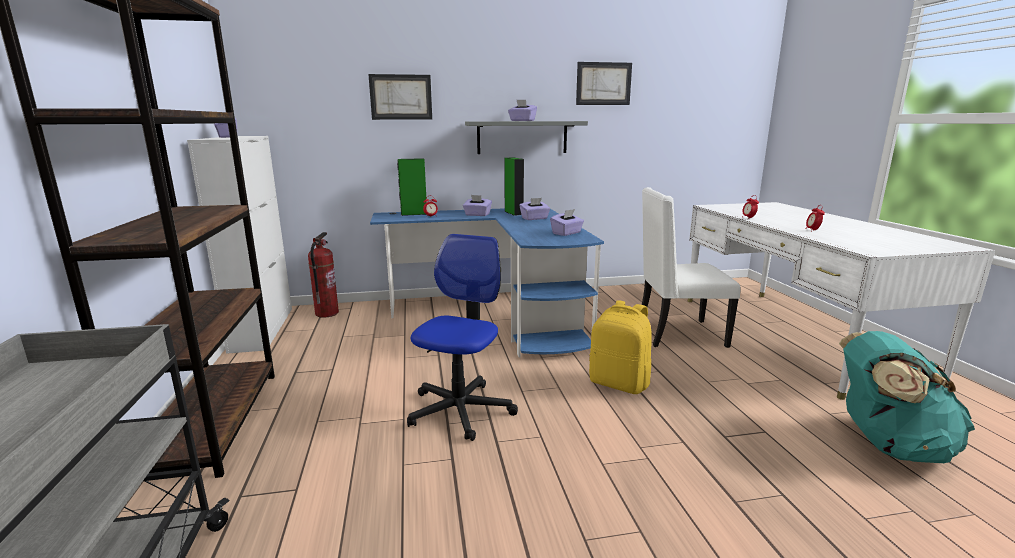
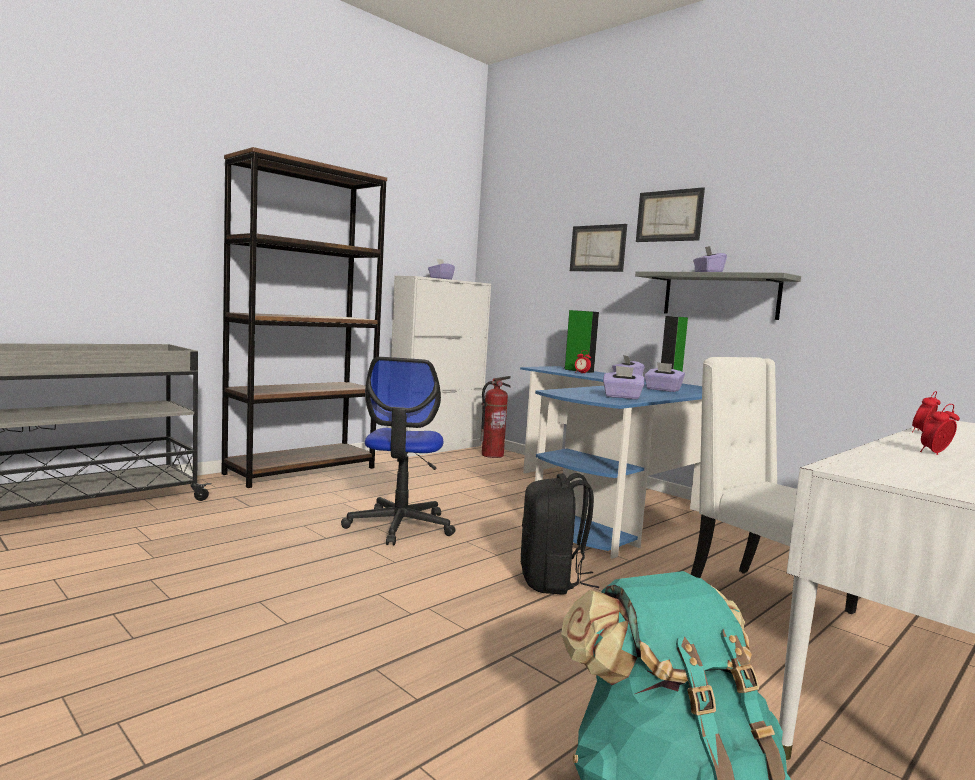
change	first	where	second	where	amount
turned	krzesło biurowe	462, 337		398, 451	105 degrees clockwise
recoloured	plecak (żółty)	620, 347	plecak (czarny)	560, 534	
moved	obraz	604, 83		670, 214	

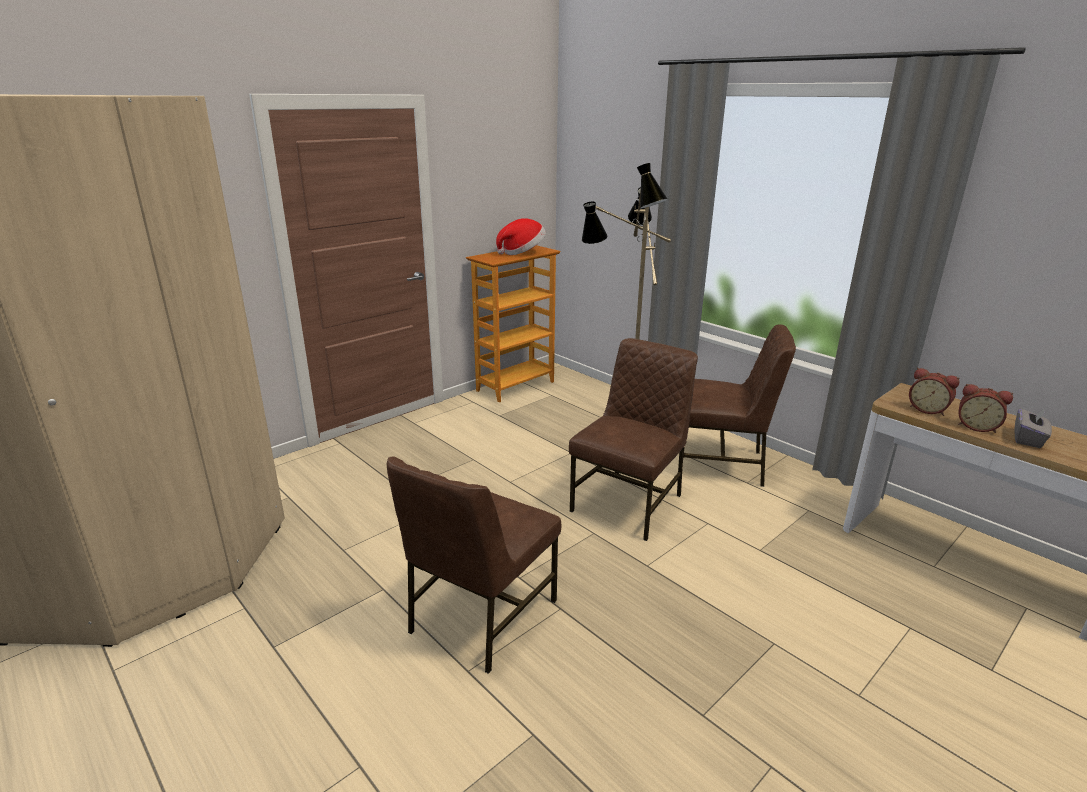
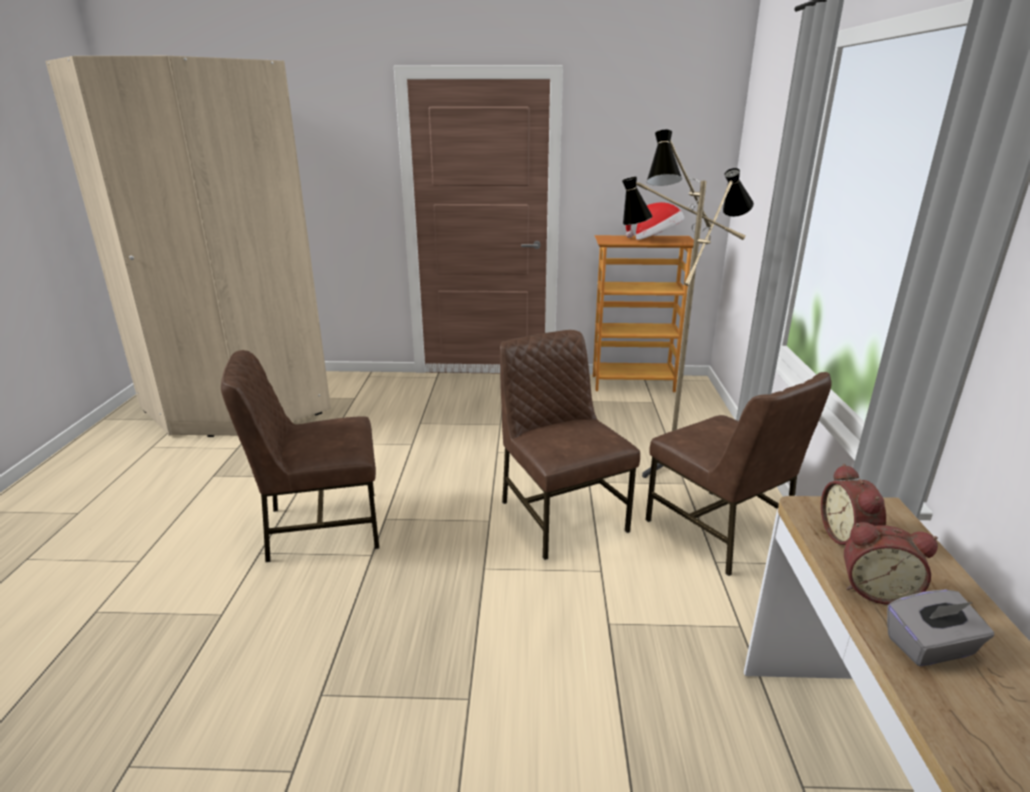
change	first	where	second	where	amount
turned	krzesło (brązowy)	633, 439		570, 445	105 degrees counterclockwise
turned	budzik	985, 408		891, 563	60 degrees counterclockwise

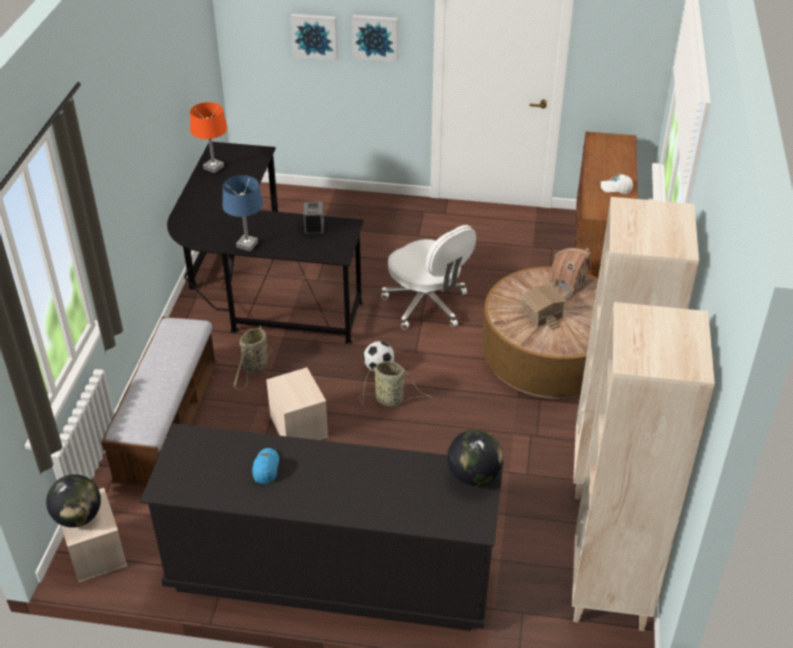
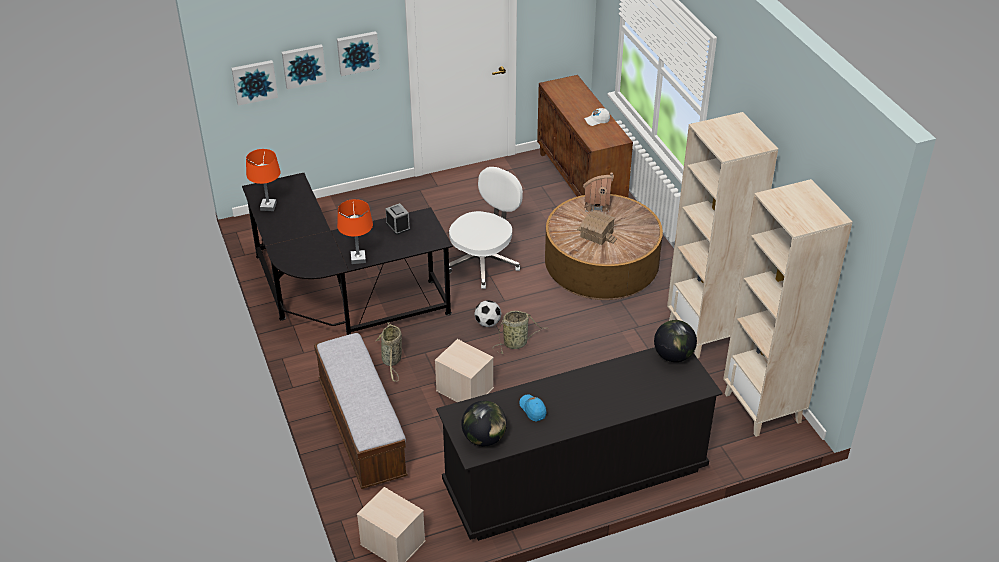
change	first	where	second	where	amount
added			obraz	254, 83	
recoloured	lampa stołowa (niebieski)	243, 213	lampa stołowa (pomarańczowy)	355, 231	
turned	krzesło biurowe (biały)	428, 277		486, 228	75 degrees counterclockwise
moved	globus	73, 501		484, 423	

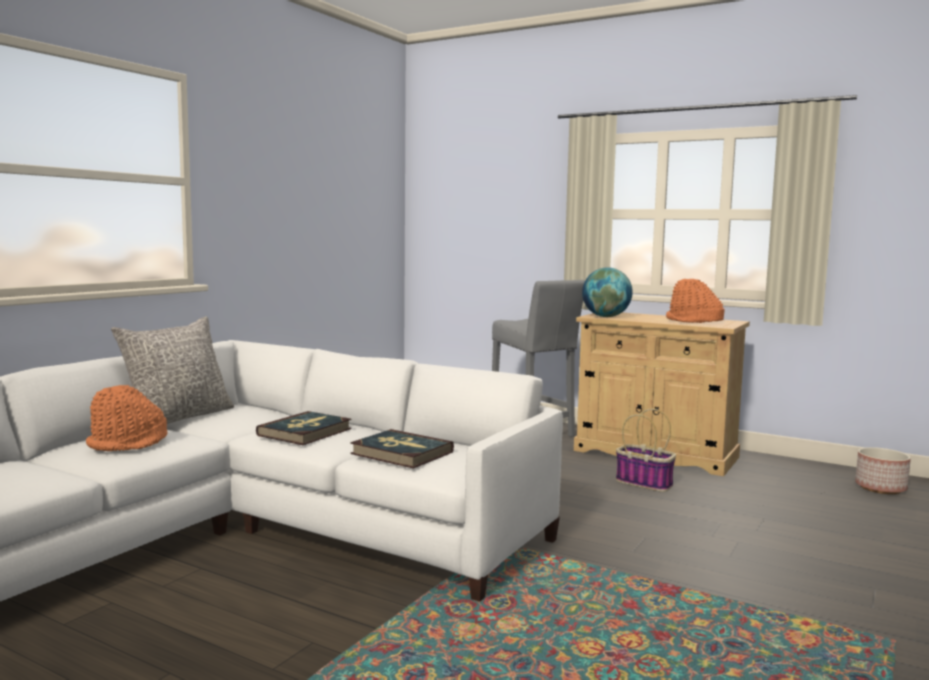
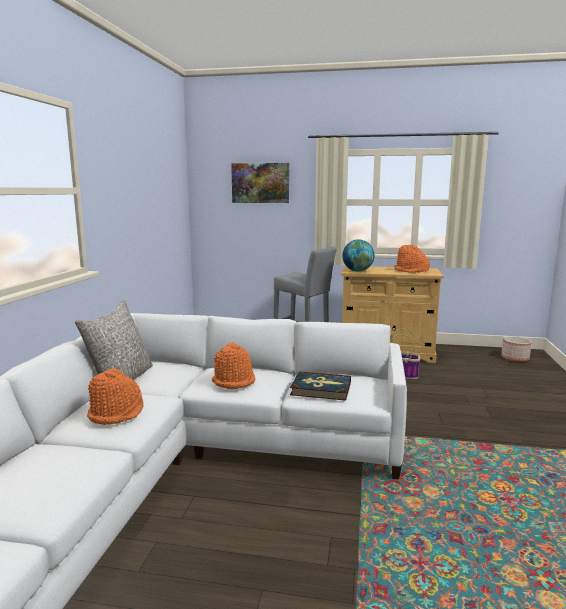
change	first	where	second	where	amount
replaced	książka	304, 428	kapelusz (pomarańczowy)	234, 365	
added			obraz	260, 183	

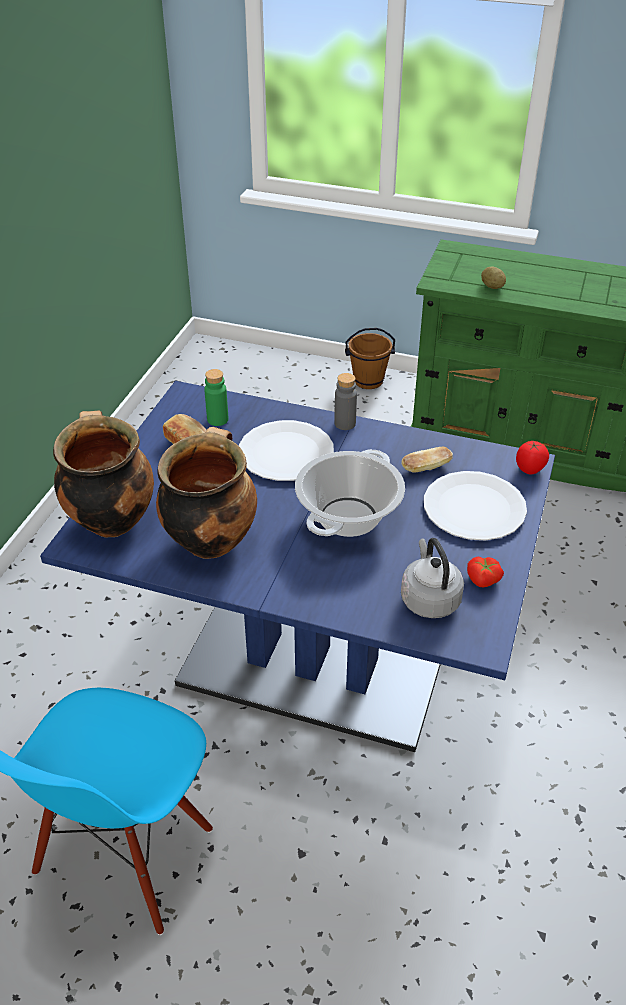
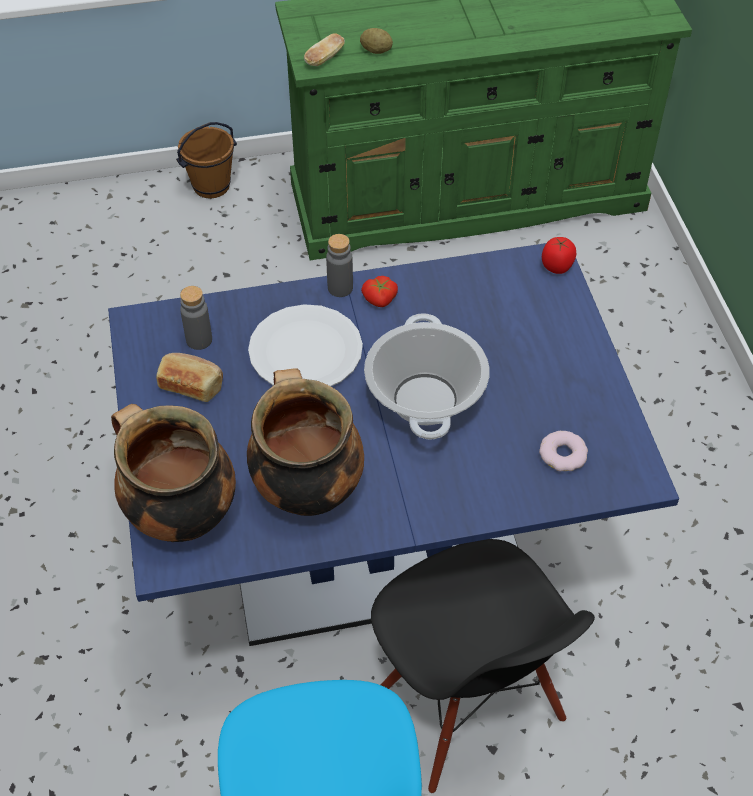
change	first	where	second	where	amount
recoloured	butelka (zielony)	216, 397	butelka (szary)	196, 318	
moved	chleb	427, 459		324, 49	
moved	pomidor	485, 572		379, 291	
added			krzesło (czarny)	483, 666	
replaced	czajnik (szary)	432, 578	donut	563, 451	
removed	talerz (biały)	475, 505			

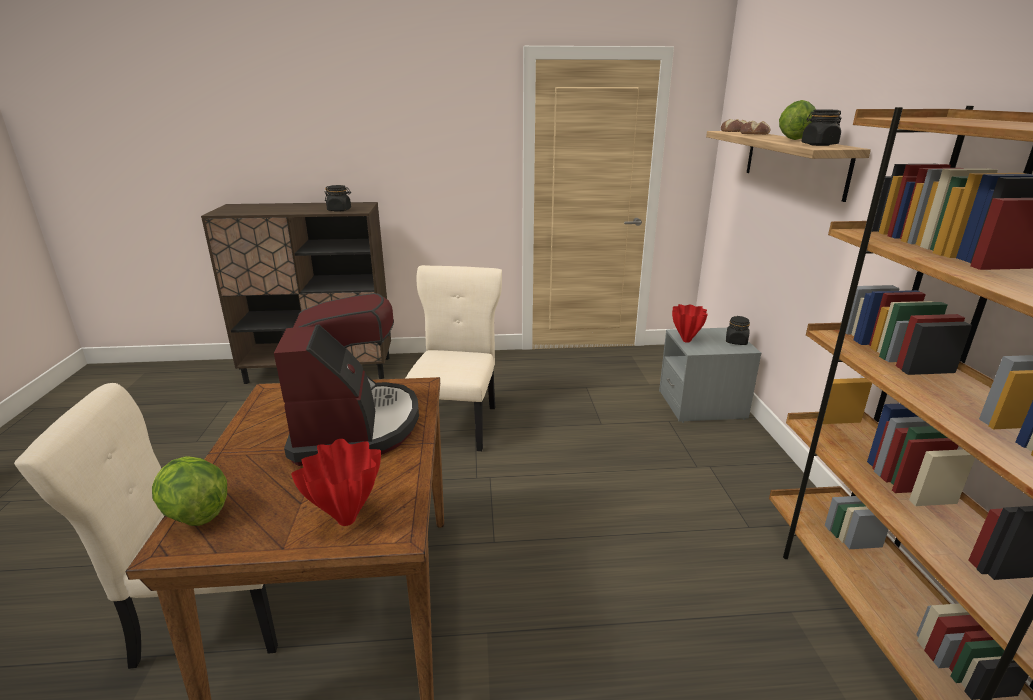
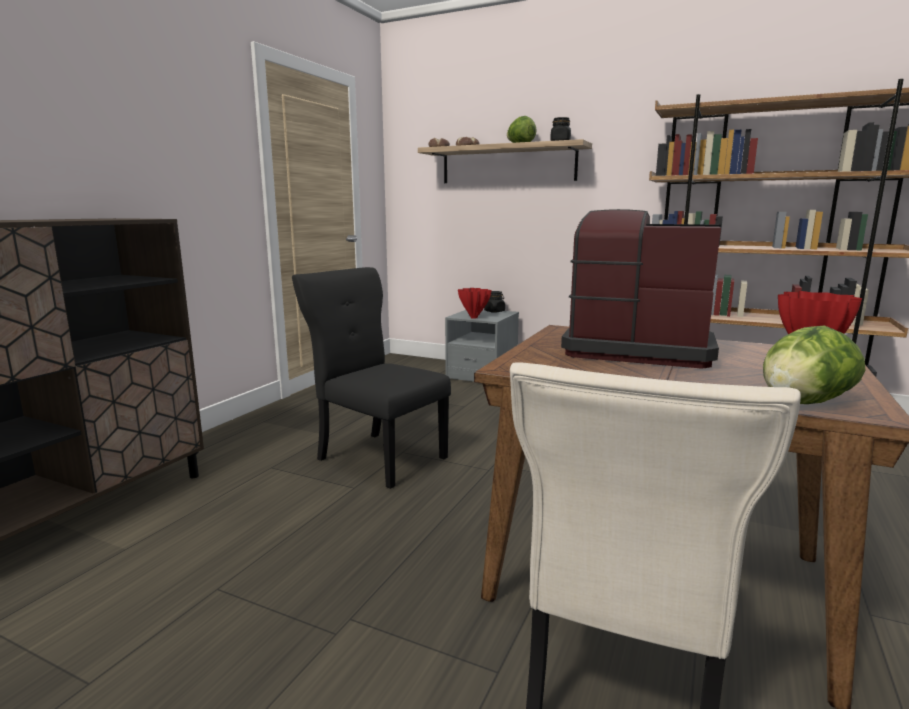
change	first	where	second	where	amount
recoloured	krzesło (beżowy)	453, 358	krzesło (czarny)	371, 378	
removed	słoik (czarny)	338, 198			

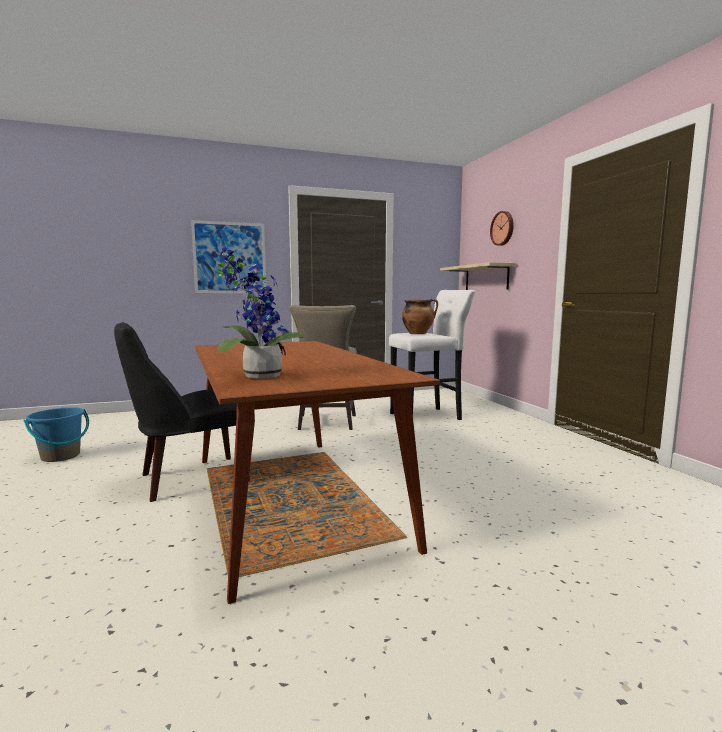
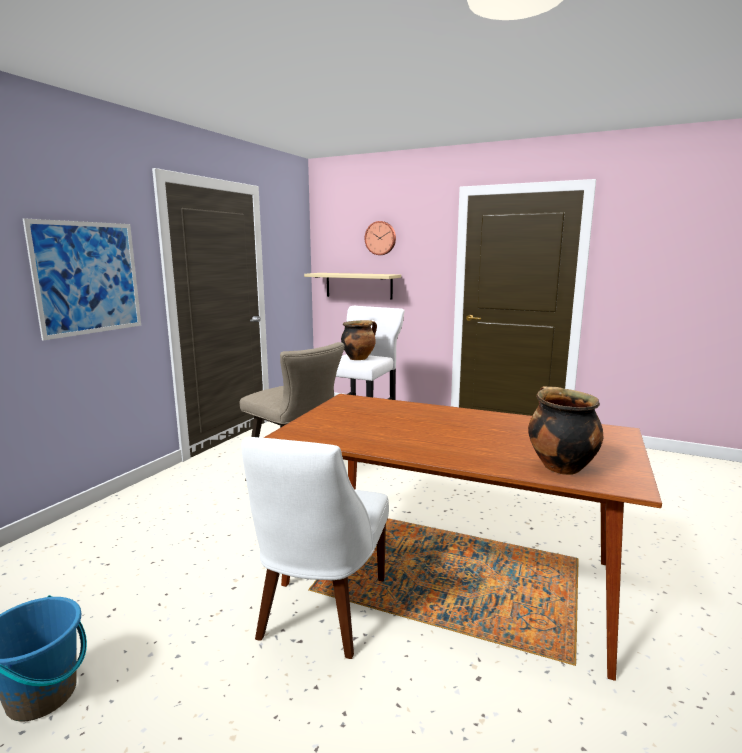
change	first	where	second	where	amount
recoloured	krzesło (czarny)	182, 412	krzesło (biały)	315, 548	
replaced	roślina doniczkowa	261, 312	garnek	565, 430	

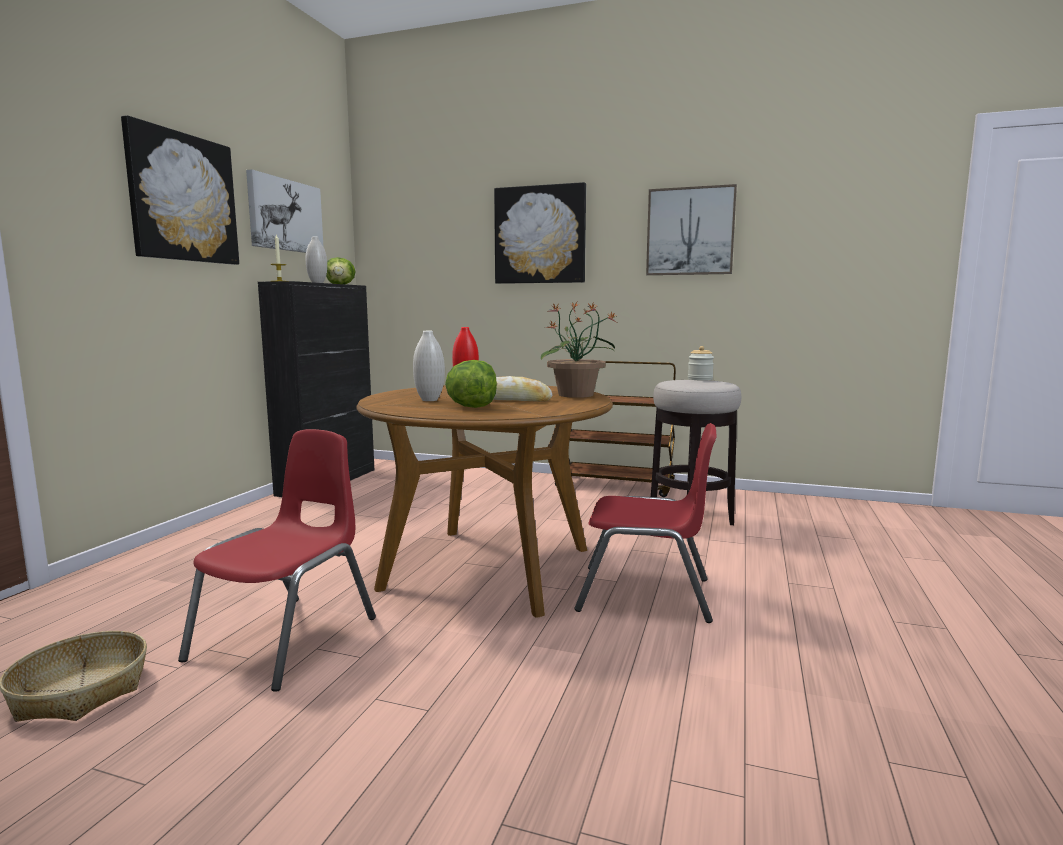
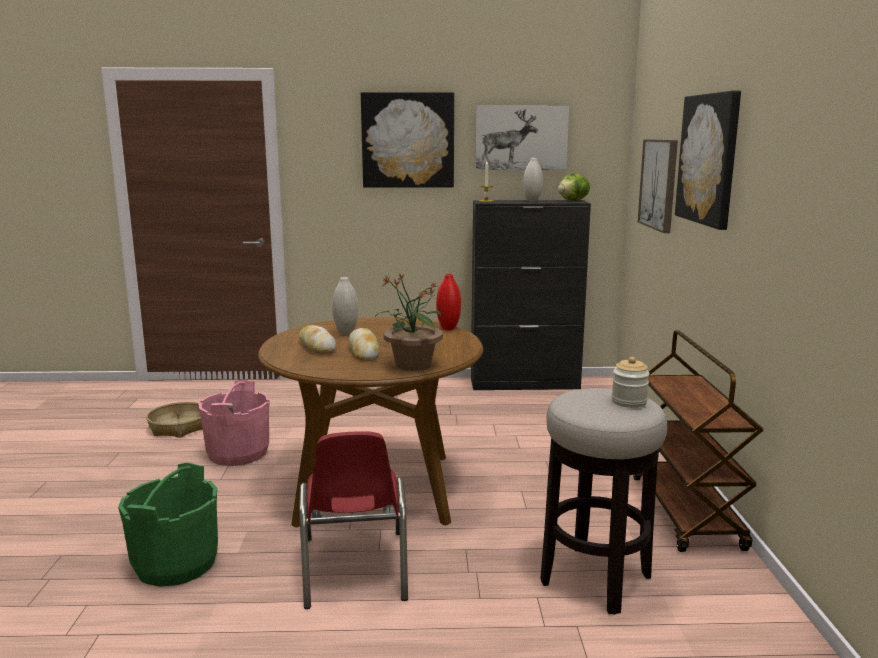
change	first	where	second	where	amount
added			wiadro (zielony)	168, 524	
replaced	krzesło (czerwony)	277, 560	wiadro (różowy)	234, 423	
replaced	sałata	471, 384	chleb	317, 339	
moved	obraz	691, 229		658, 186	

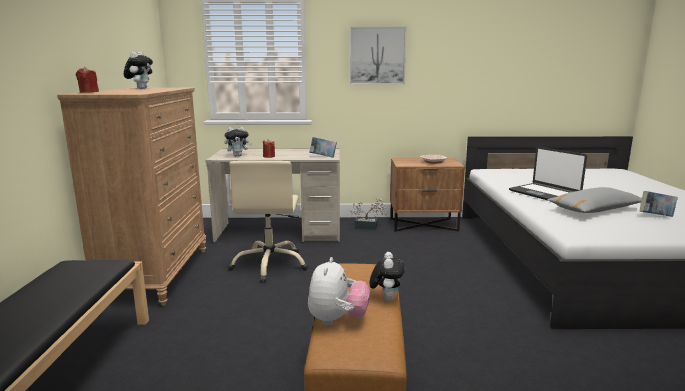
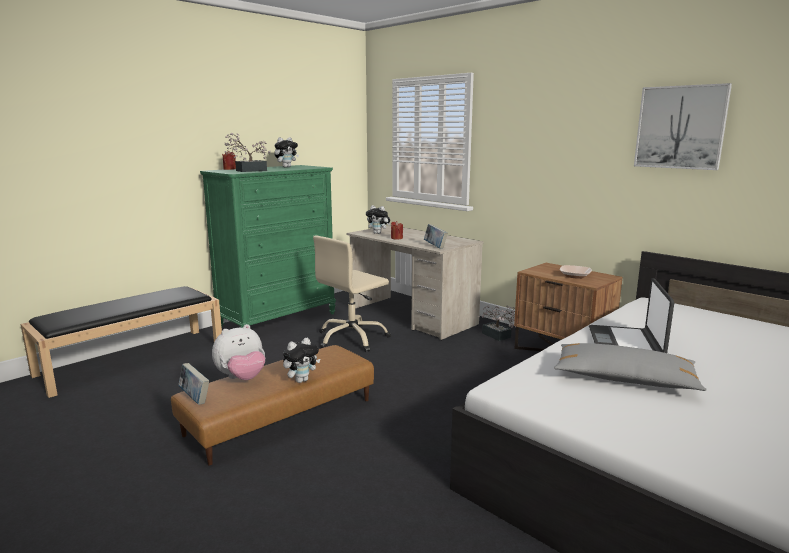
change	first	where	second	where	amount
moved	książka	659, 204		193, 384	
recoloured	komoda (brązowy)	131, 197	komoda (zielony)	268, 246	
added			roślina doniczkowa	247, 152	
moved	obraz	378, 55		683, 126	

